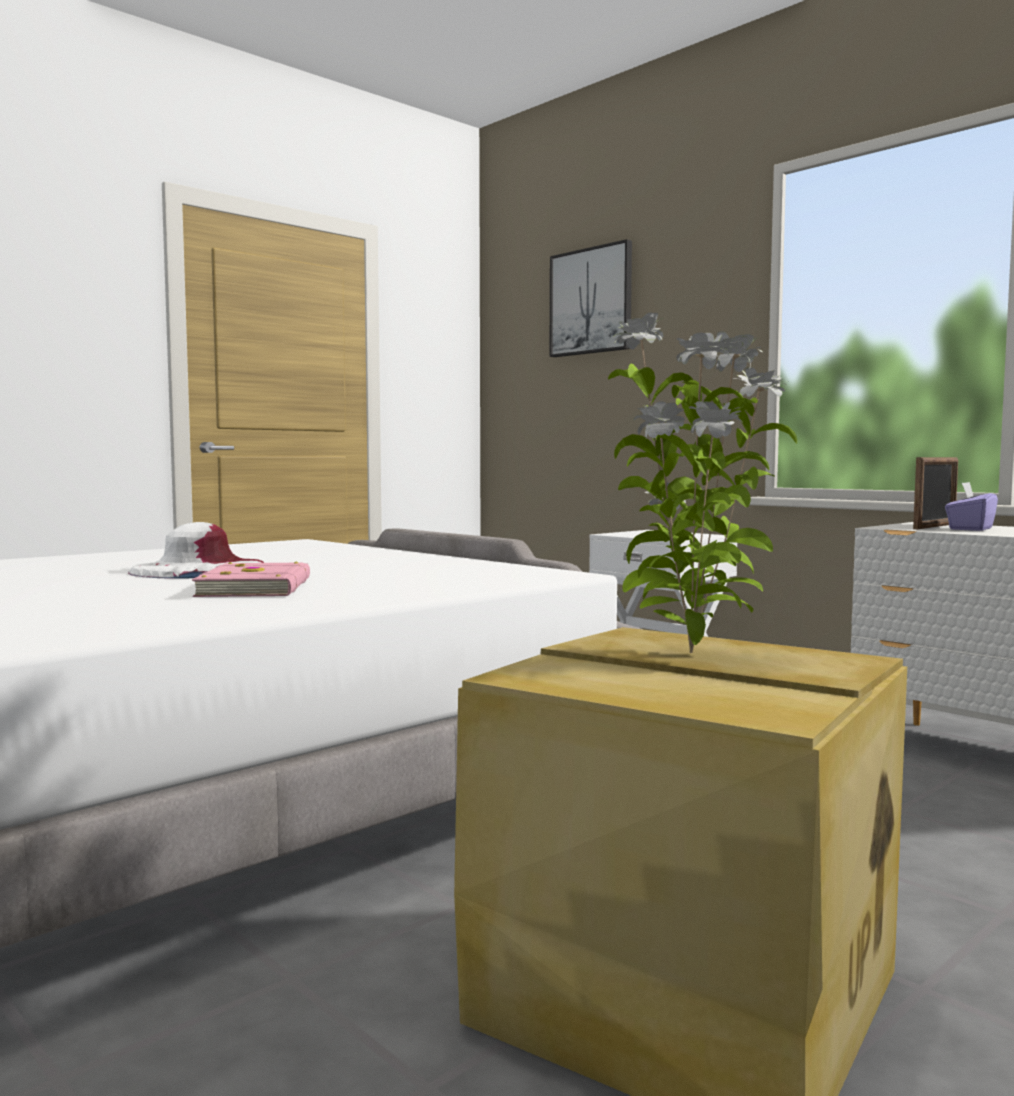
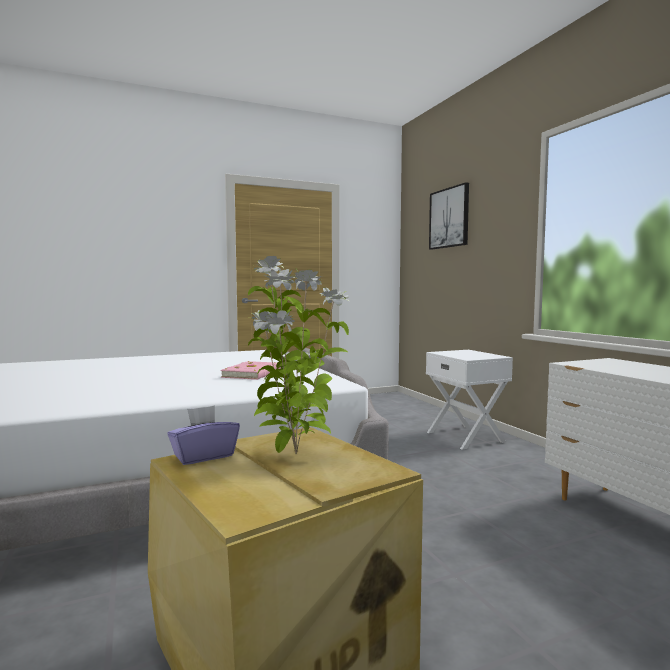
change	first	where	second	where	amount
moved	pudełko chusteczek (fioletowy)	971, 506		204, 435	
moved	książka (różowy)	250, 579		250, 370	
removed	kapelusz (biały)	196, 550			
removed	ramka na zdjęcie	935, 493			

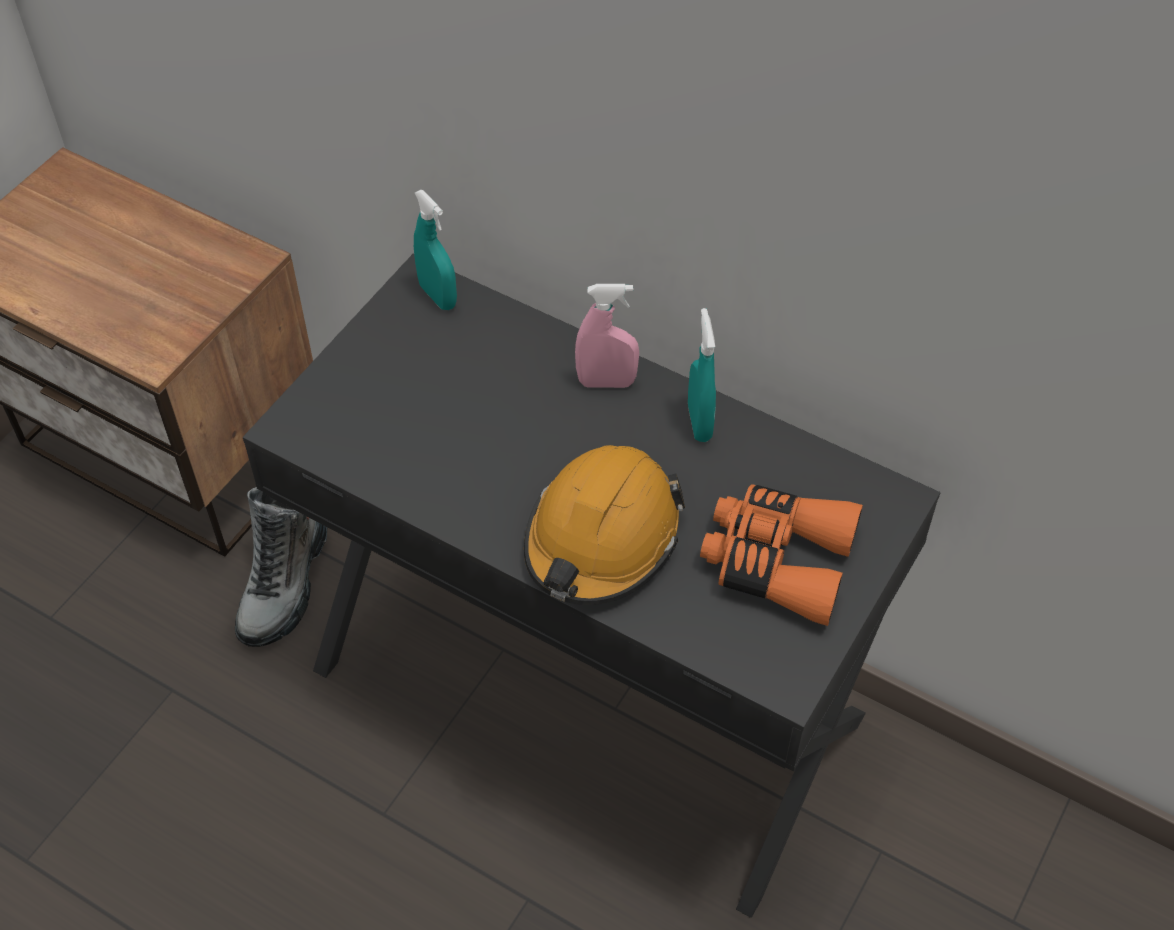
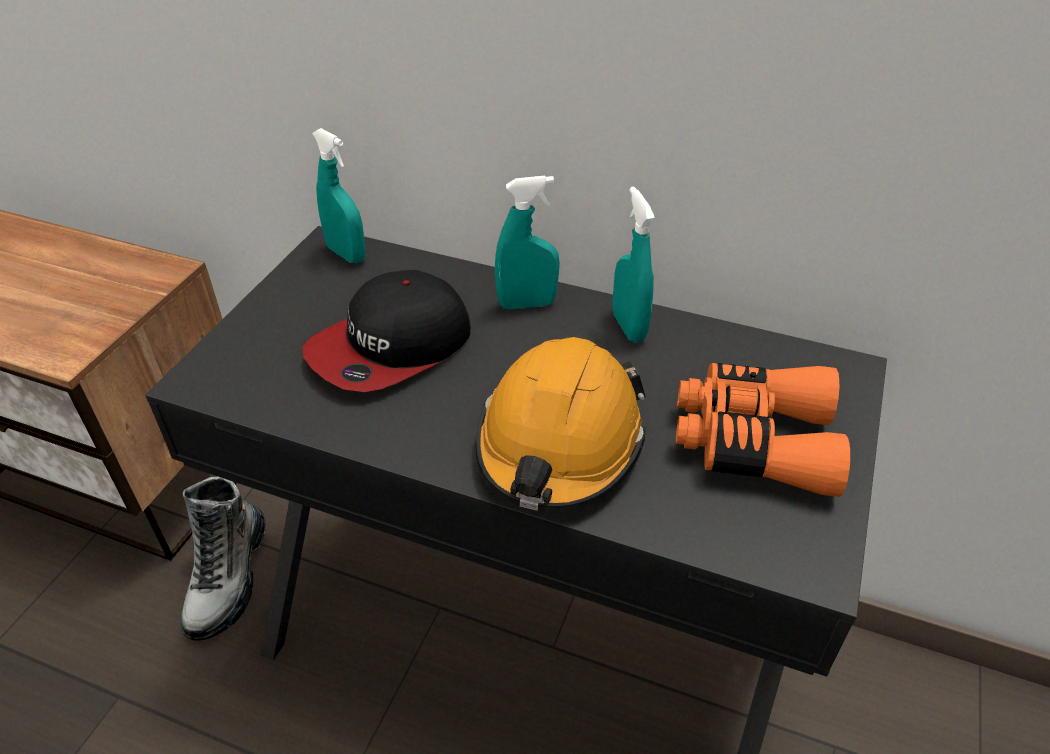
change	first	where	second	where	amount
added			czapka z daszkiem	386, 331	
recoloured	spryskiwacz (różowy)	607, 336	spryskiwacz (turkusowy)	527, 243	

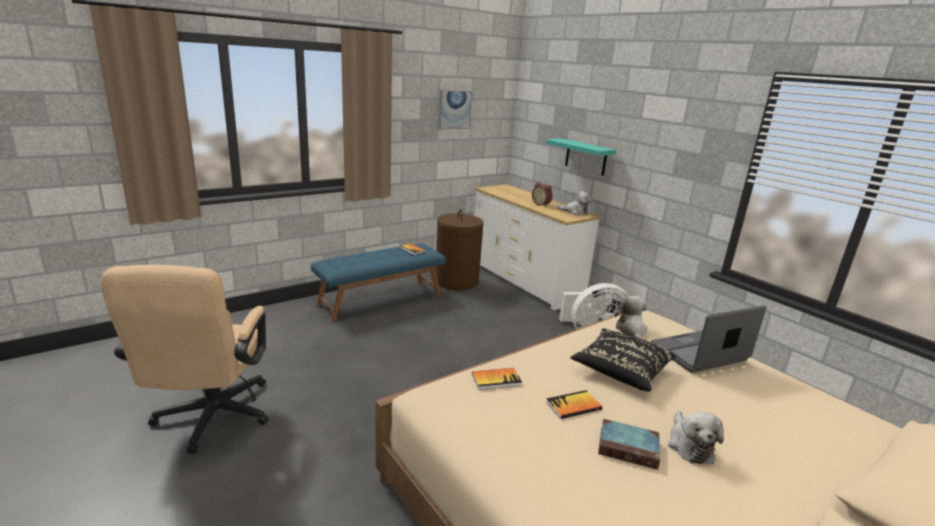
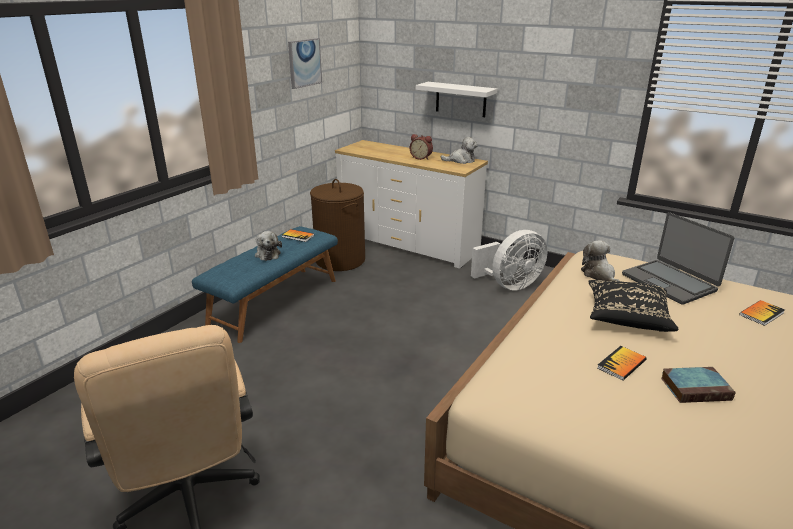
change	first	where	second	where	amount
moved	pluszak	696, 437		268, 246	
recoloured	półka (turkusowy)	581, 157	półka (biały)	456, 99	
turned	laptop	708, 339		678, 258	75 degrees counterclockwise
moved	książka	497, 379		762, 313	

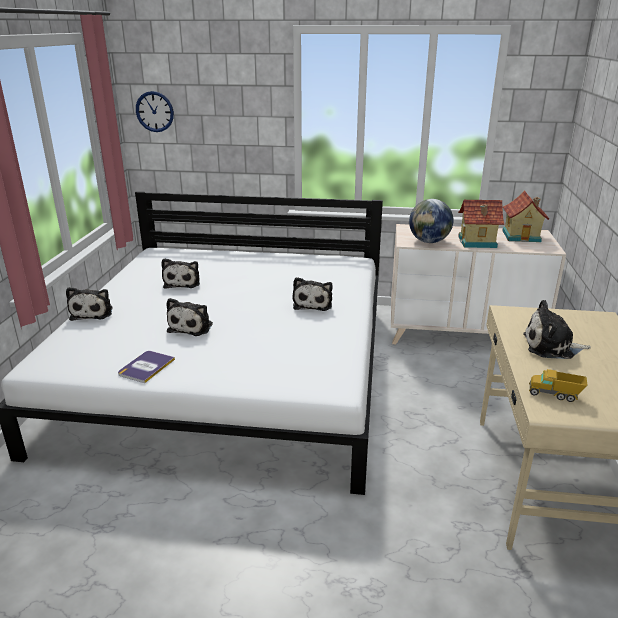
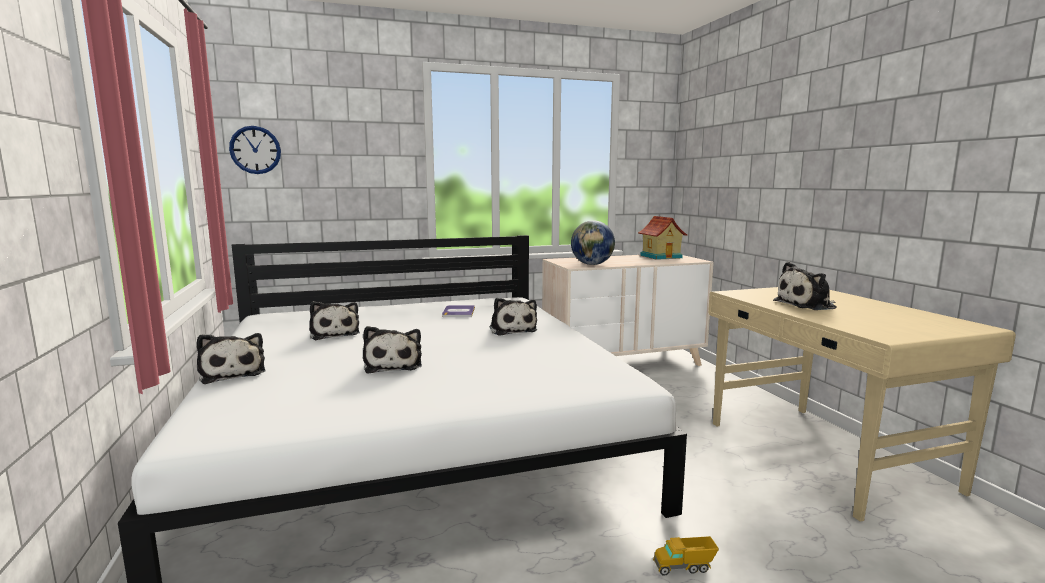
change	first	where	second	where	amount
moved	książka	146, 367		458, 311	
moved	ciężarówka zabawkowa	558, 385		686, 556	
removed	domek	481, 224			

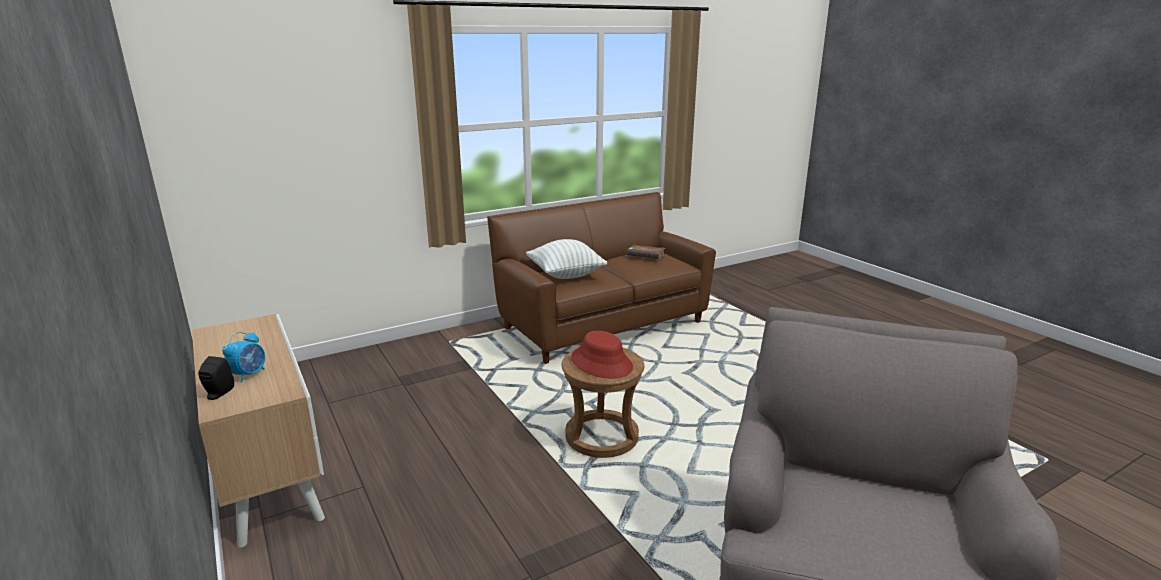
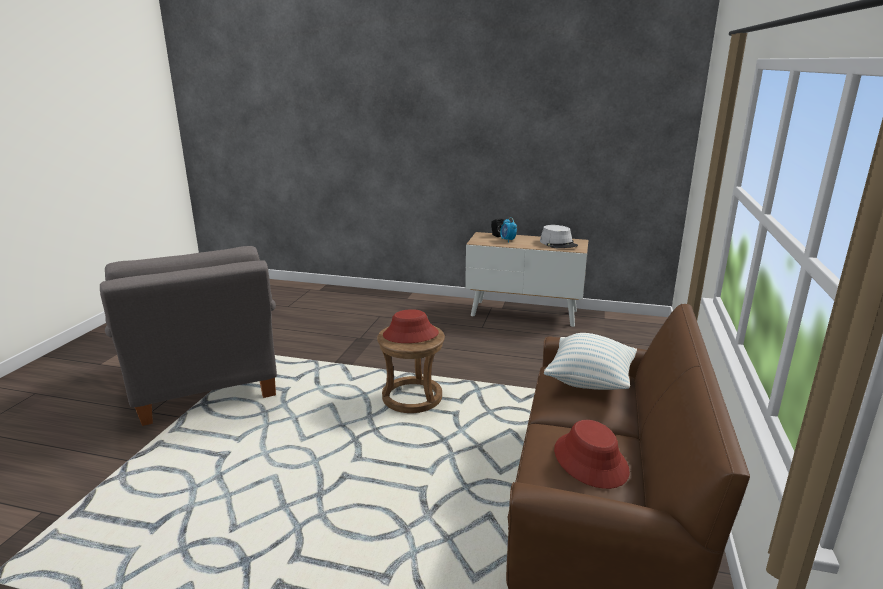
change	first	where	second	where	amount
added			kapelusz (szary)	559, 236	
replaced	książka (brązowy)	646, 252	kapelusz (czerwony)	592, 454	

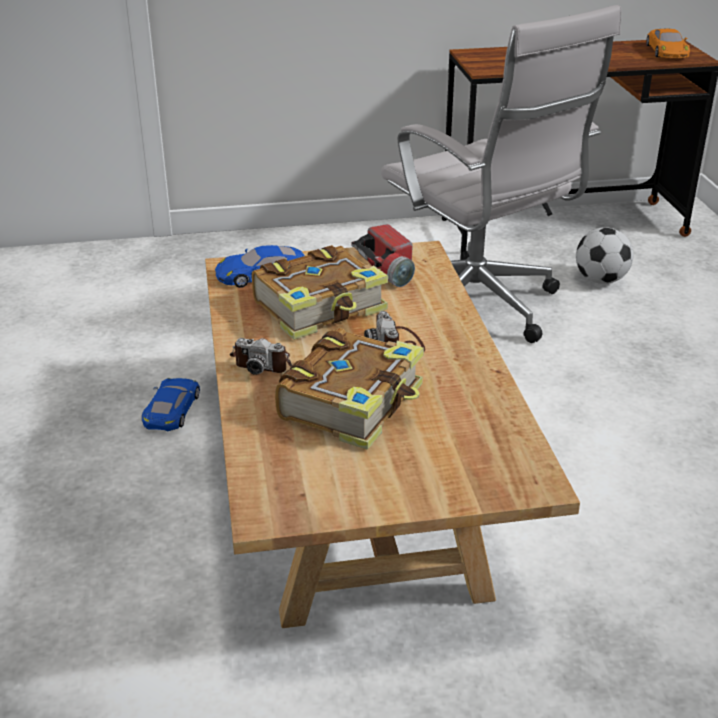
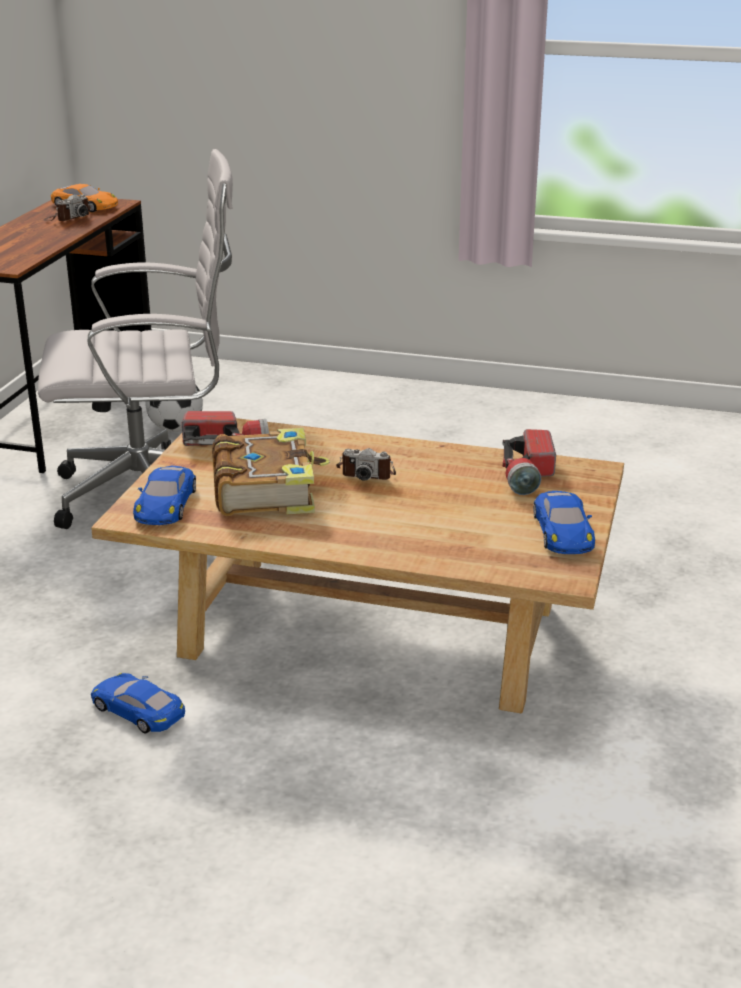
change	first	where	second	where	amount
moved	aparat fotograficzny	261, 356		67, 207	
added			latarka	529, 462	
added			samochodzik (niebieski)	564, 522	
removed	książka	349, 389			

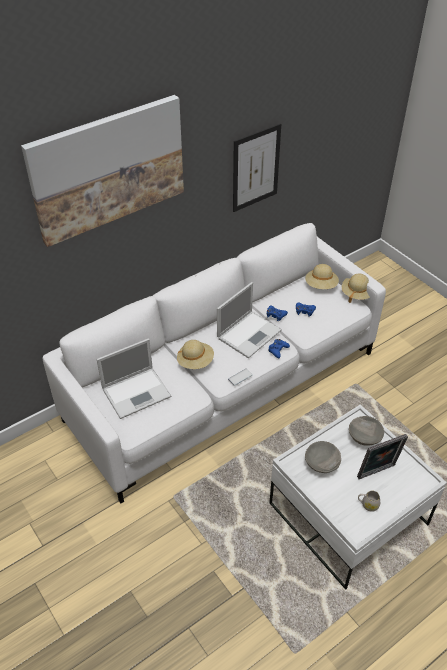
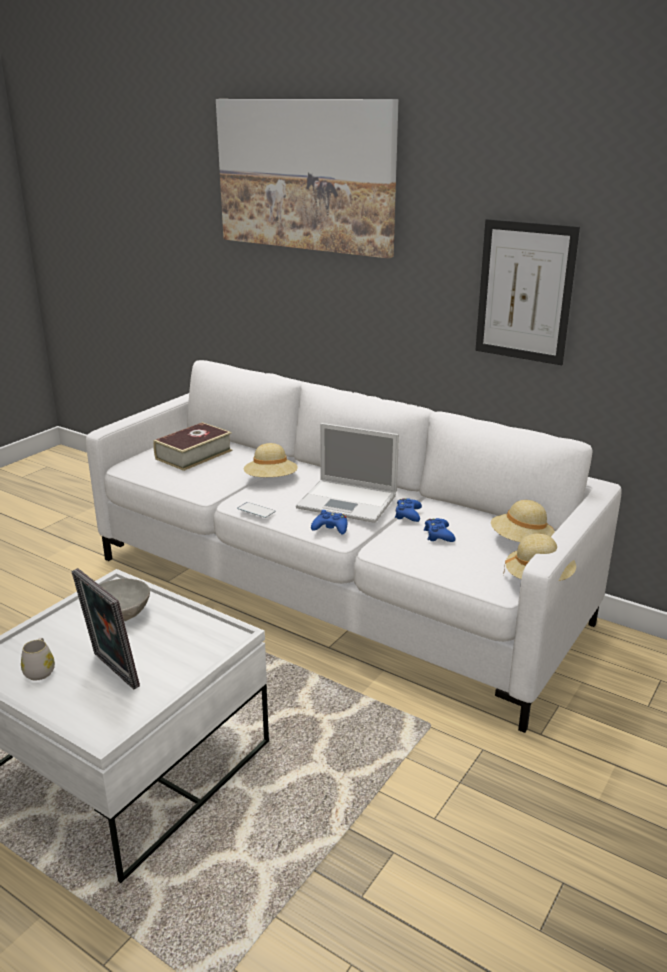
change	first	where	second	where	amount
replaced	laptop	134, 378	książka	193, 446	
removed	miska (szary)	366, 431			

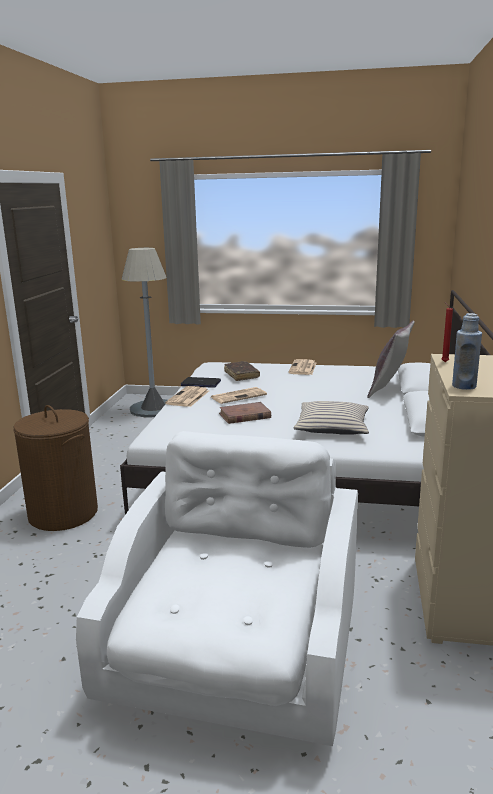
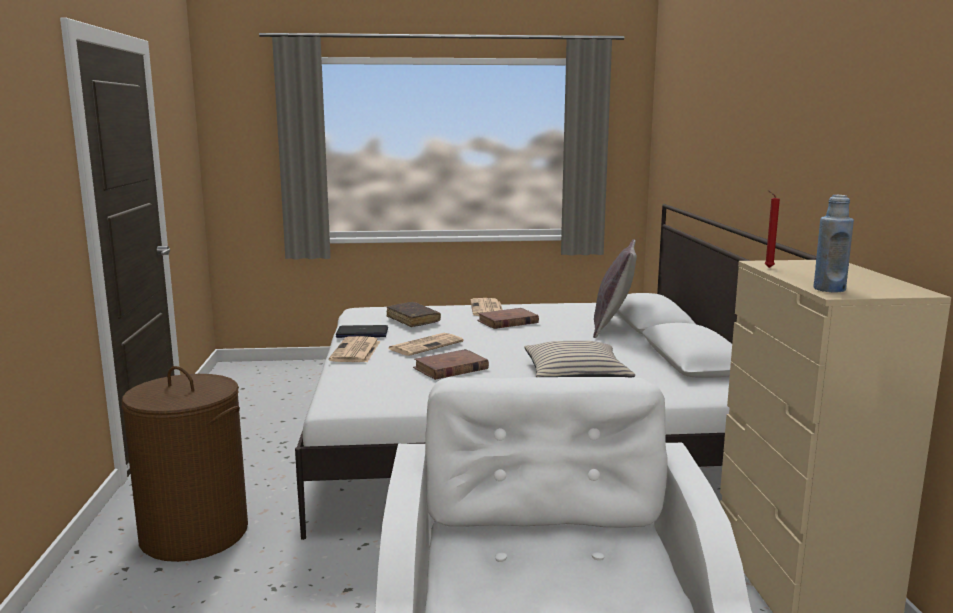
change	first	where	second	where	amount
added			książka (brązowy)	508, 318	
removed	lampa stojąca (szary)	144, 333			

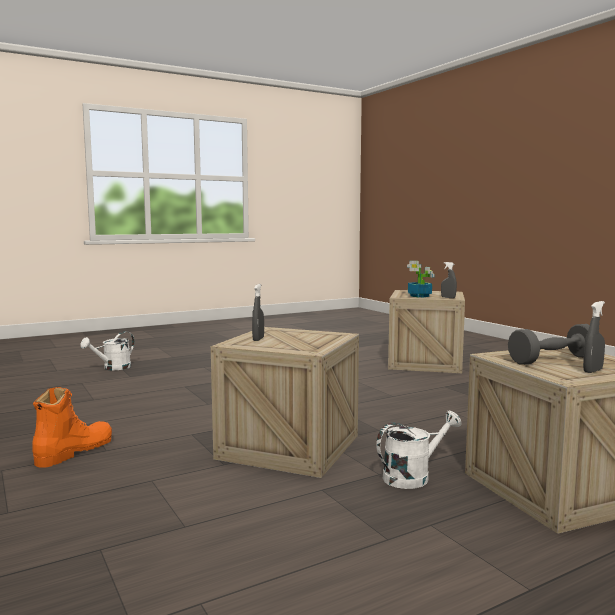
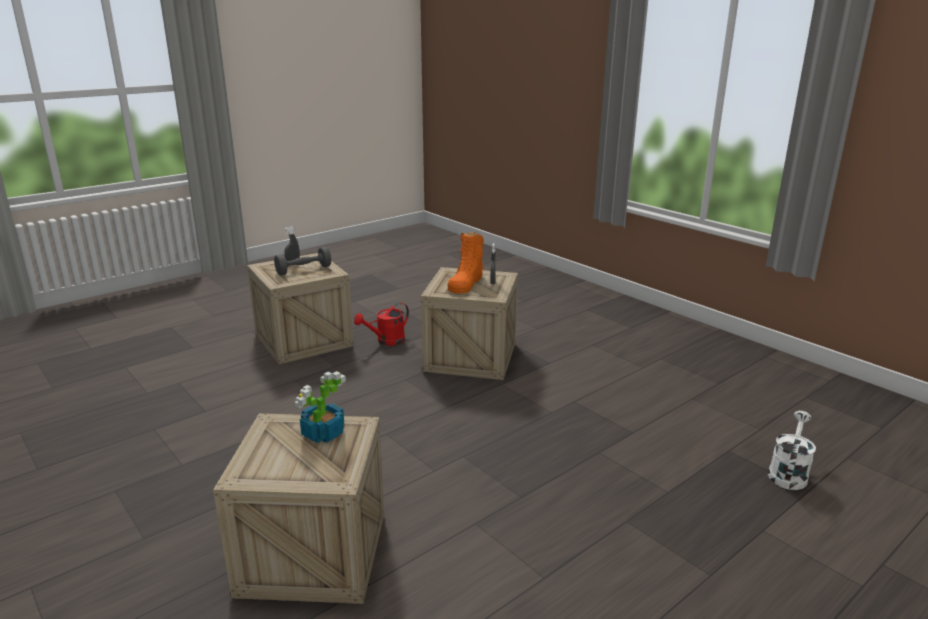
change	first	where	second	where	amount
recoloured	konewka (biały)	418, 450	konewka (czerwony)	381, 324	
moved	but z cholewką (pomarańczowy)	72, 427		465, 263	
removed	spryskiwacz (szary)	449, 280			

